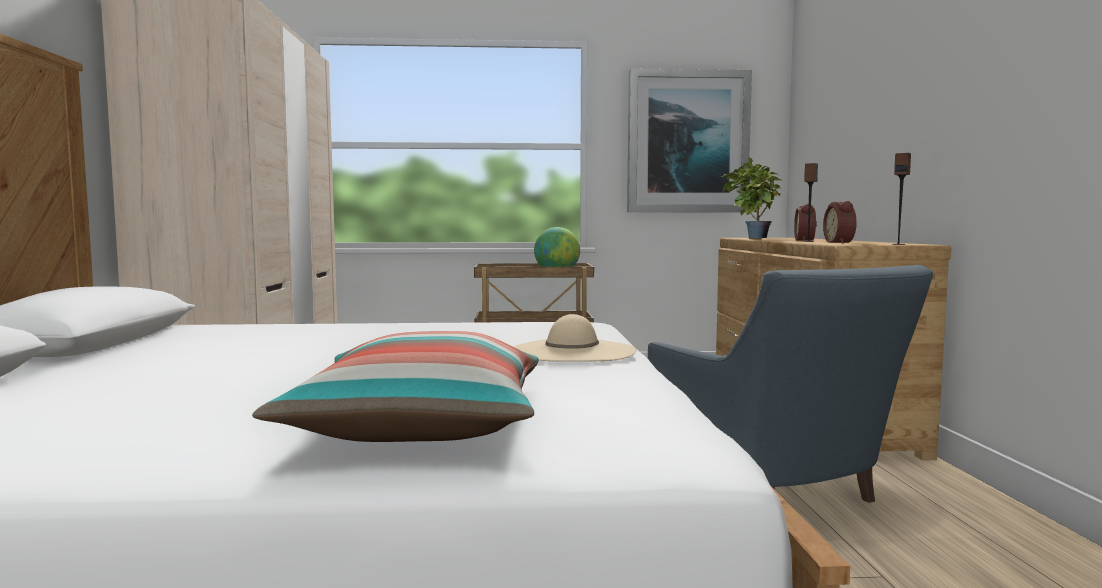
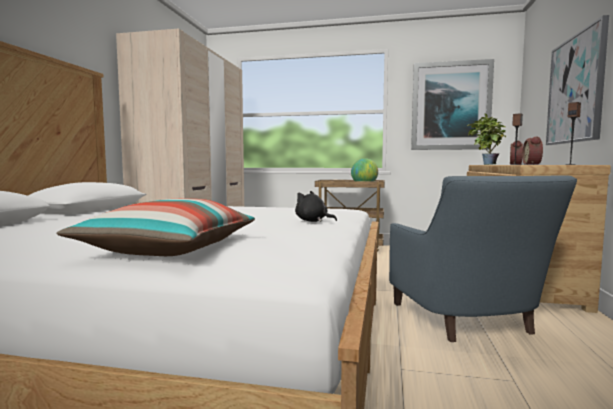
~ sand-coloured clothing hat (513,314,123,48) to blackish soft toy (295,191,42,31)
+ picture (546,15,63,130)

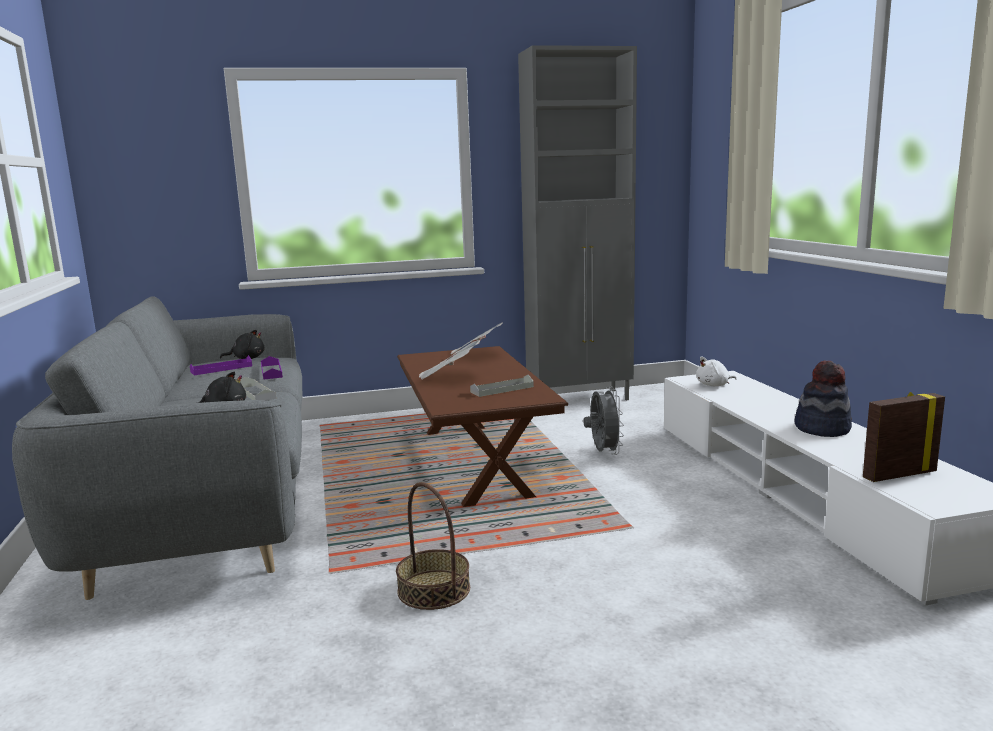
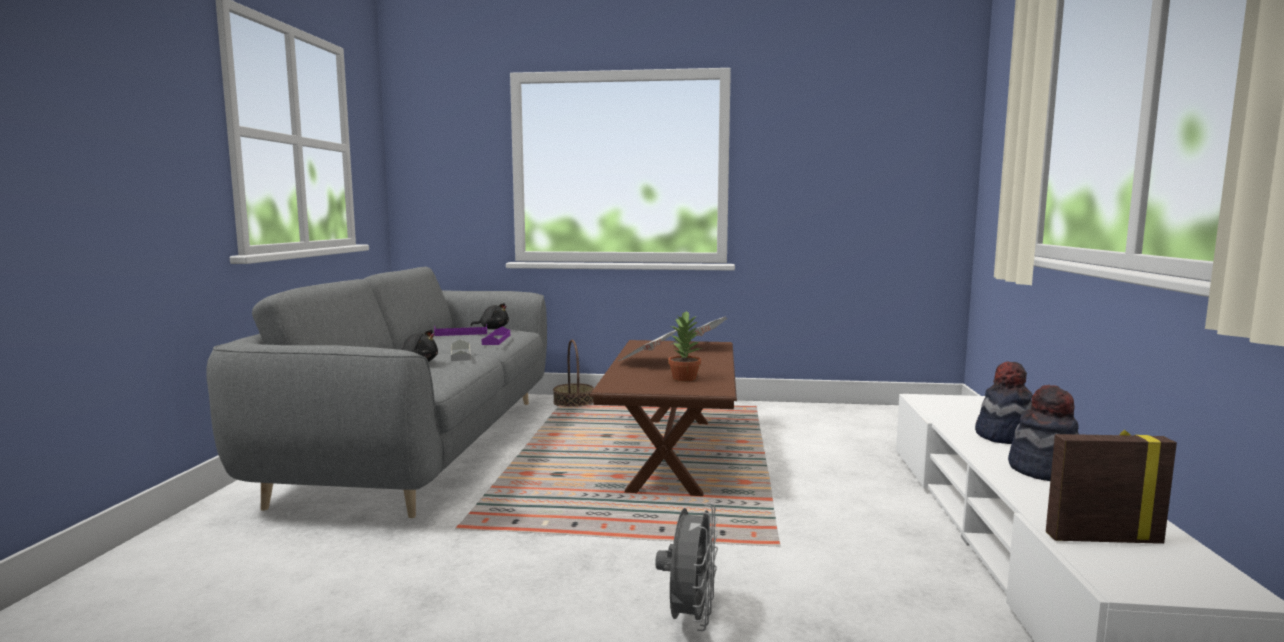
~ household basket (396,482,74,128) to (553,340,41,67)
~ grey carrying tray (470,375,64,22) to potted plant (668,310,34,71)
- grey cabinet (518,45,119,355)
~ grey fan (584,386,40,69) to (655,503,63,128)
- white soft toy (696,357,41,29)
+ clothing hat (975,362,58,82)

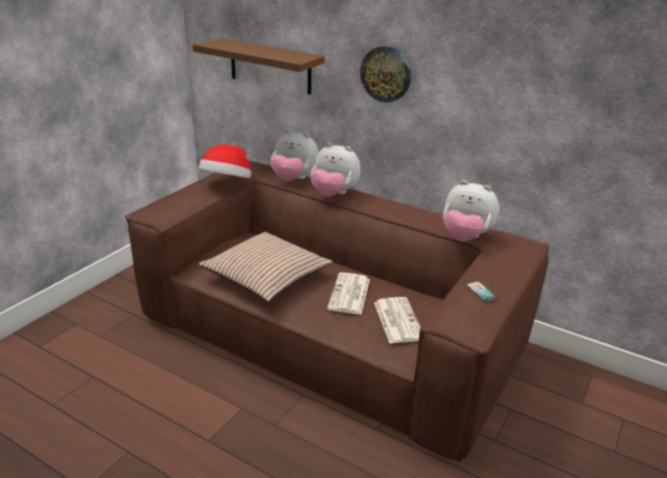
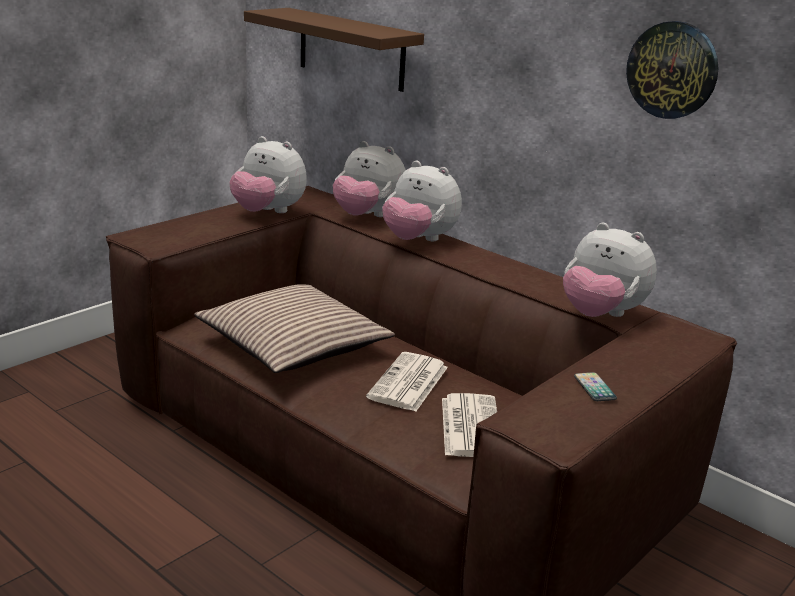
~ clothing hat (199,144,52,35) to soft toy (230,136,77,77)
~ hanging clock (360,46,51,57) to (626,21,92,98)

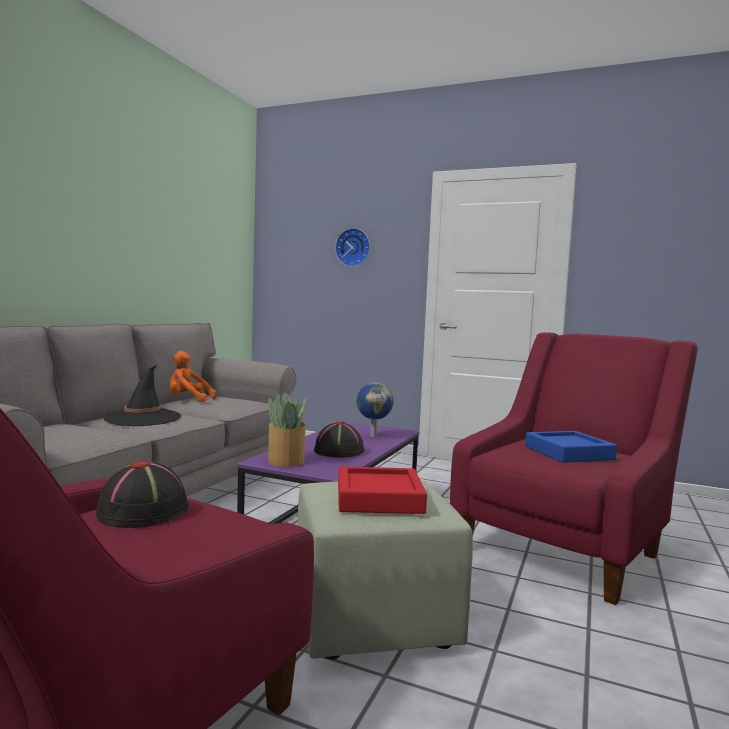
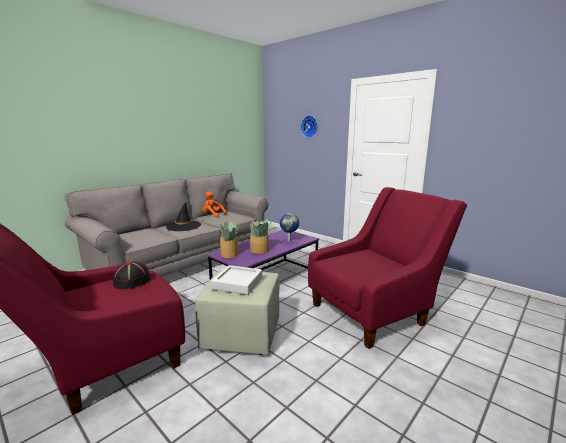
~ blackish clothing hat (313,421,51,37) to potted plant (249,219,23,35)
~ red carrying tray (338,467,89,47) to grey carrying tray (211,265,51,30)
- bluish carrying tray (525,431,92,32)

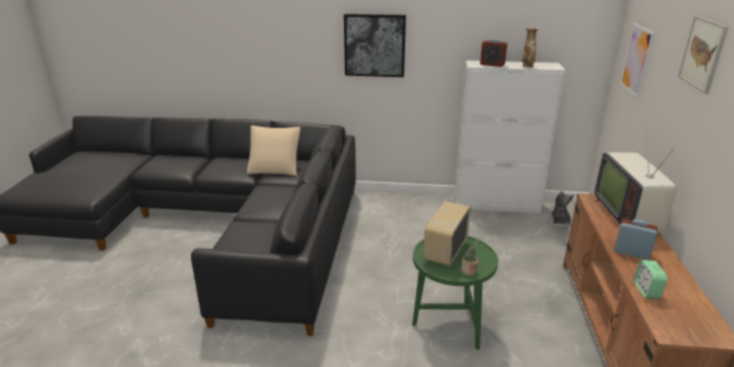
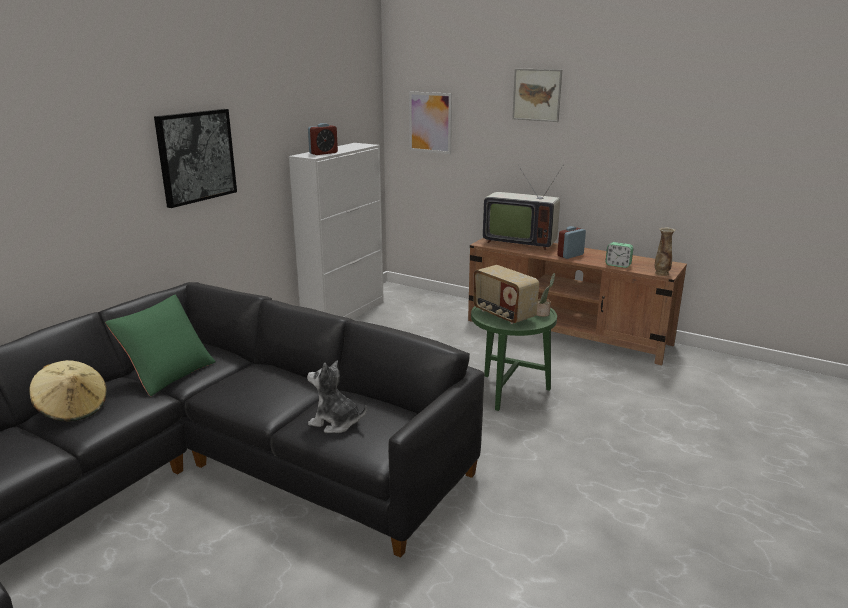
~ sand-coloured pillow (247,126,54,50) to green pillow (105,295,111,101)
~ vase (522,27,17,41) to (655,227,20,49)
~ soft toy (547,191,27,37) to (307,361,60,72)
+ sand-coloured clothing hat (29,360,78,62)

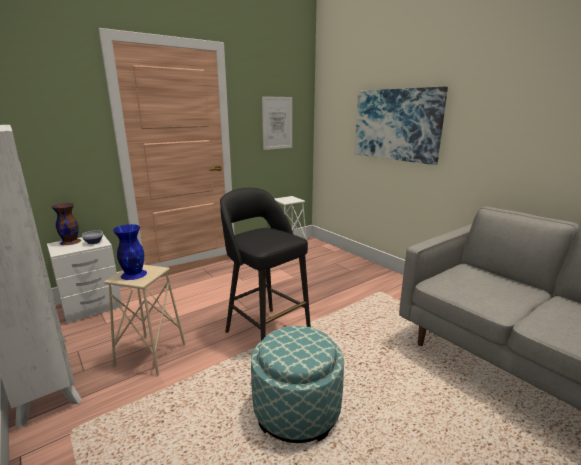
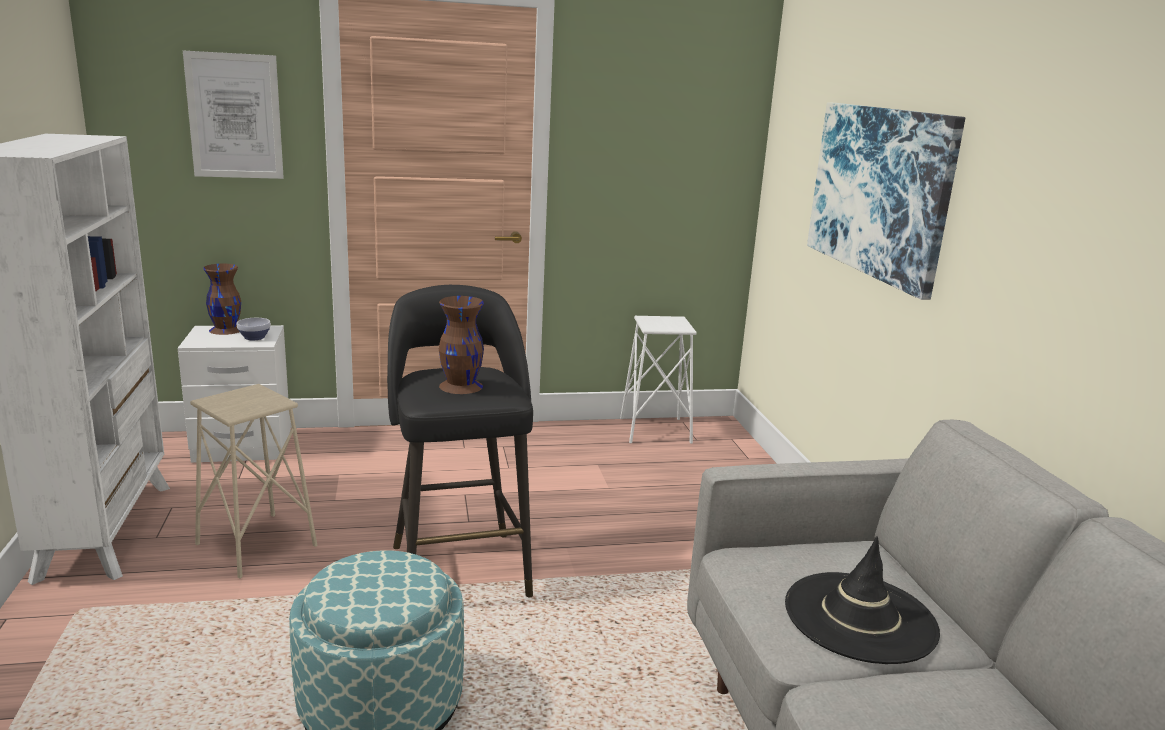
- bluish vase (113,224,34,56)
~ picture (262,96,30,54) to (183,51,101,128)
+ brownish vase (439,296,45,98)
+ blackish clothing hat (785,537,155,127)

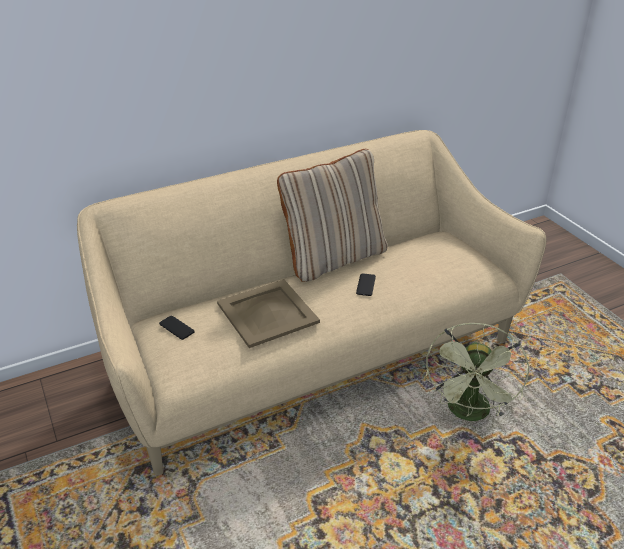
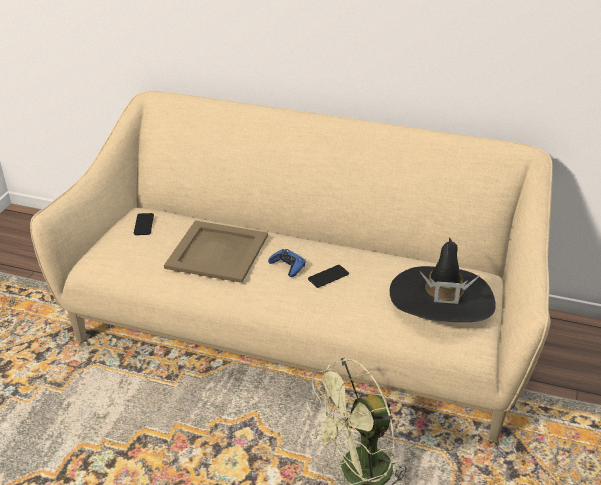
- sand-coloured pillow (277,149,110,133)
+ bluish game controller (268,249,37,28)
+ blackish clothing hat (390,238,106,84)

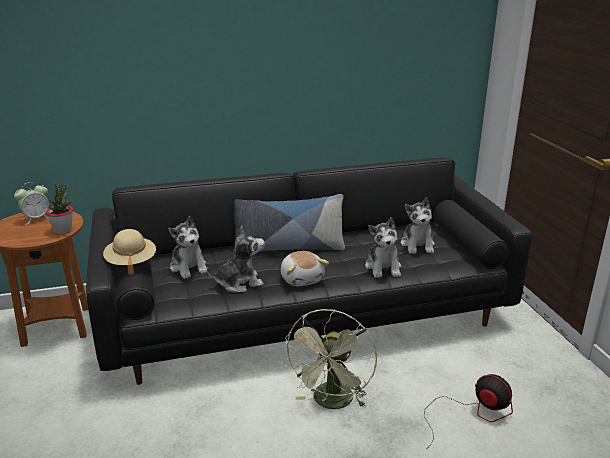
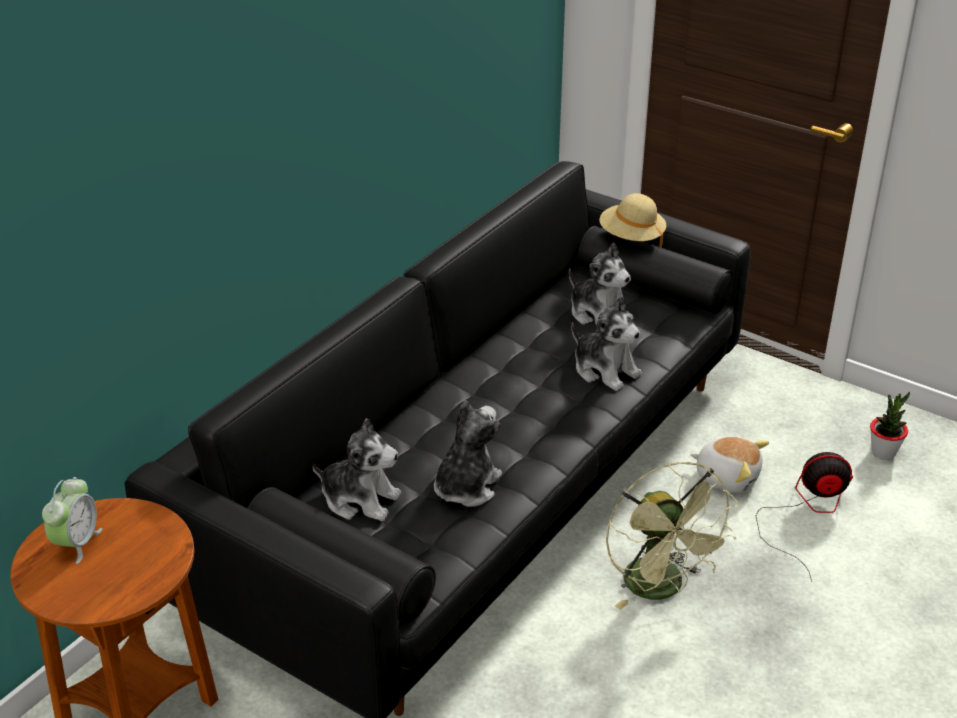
~ potted plant (45,184,28,50) to (870,392,40,68)
~ sand-coloured clothing hat (103,229,53,46) to (600,193,67,54)
- pillow (233,194,112,60)
~ soft toy (281,251,48,35) to (690,437,79,56)

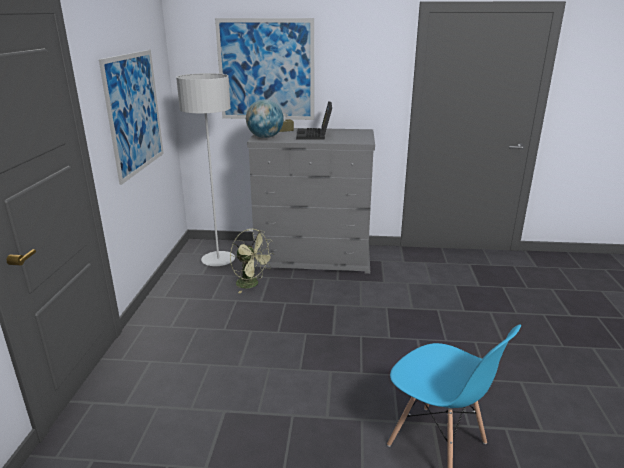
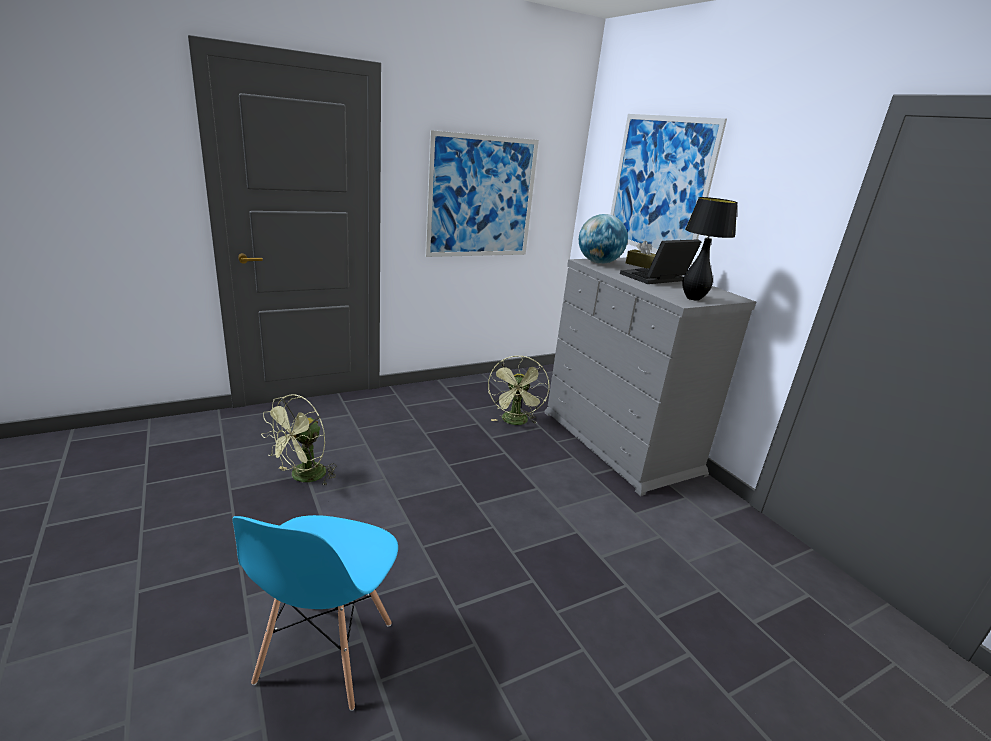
- grey standard lamp (176,73,59,193)
+ green fan (261,394,75,92)
+ blackish lamp for a table (682,197,56,104)

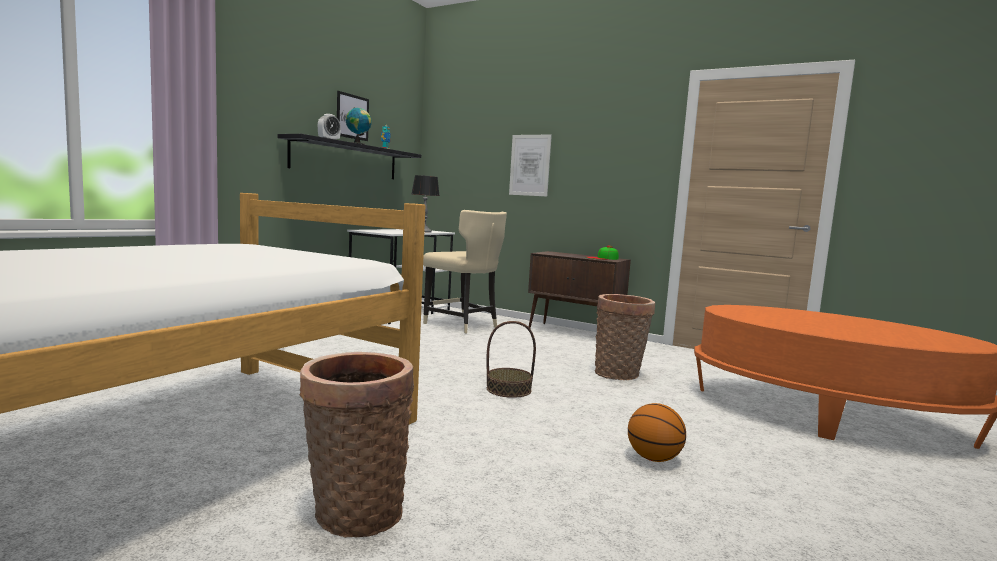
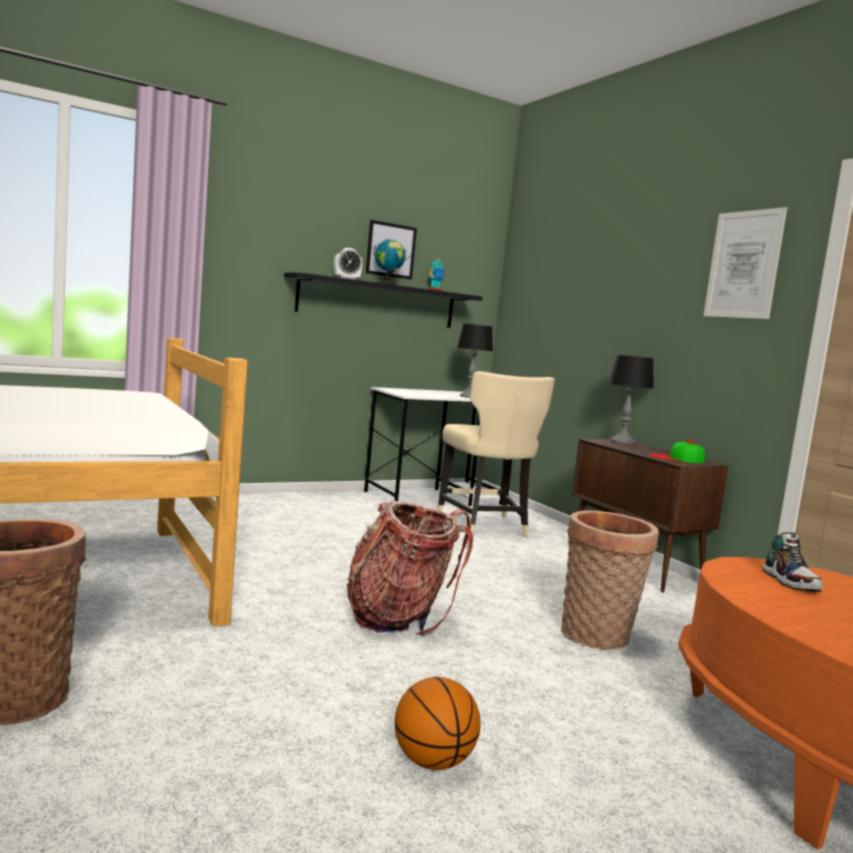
~ household basket (487,321,49,77) to knapsack (347,501,126,135)
~ picture (509,134,43,62) to (704,207,83,112)
+ lamp for a table (609,355,45,89)
+ shoe (763,532,60,60)

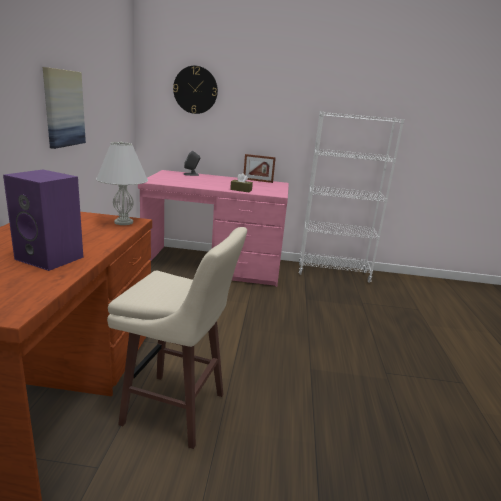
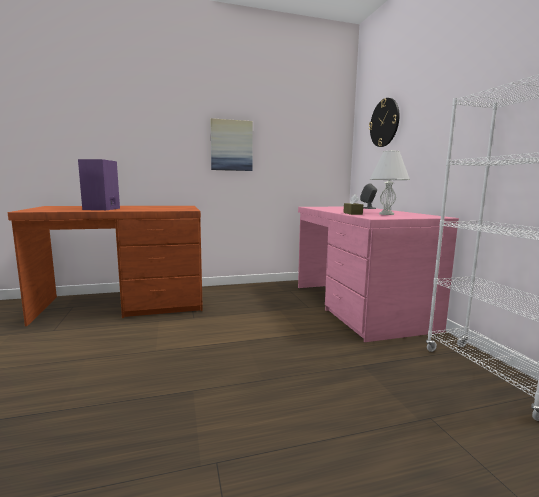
~ white lamp for a table (96,142,52,83) to (369,150,41,65)
- sand-coloured sitting stool (107,227,140,222)
- standing frame (244,154,32,29)

